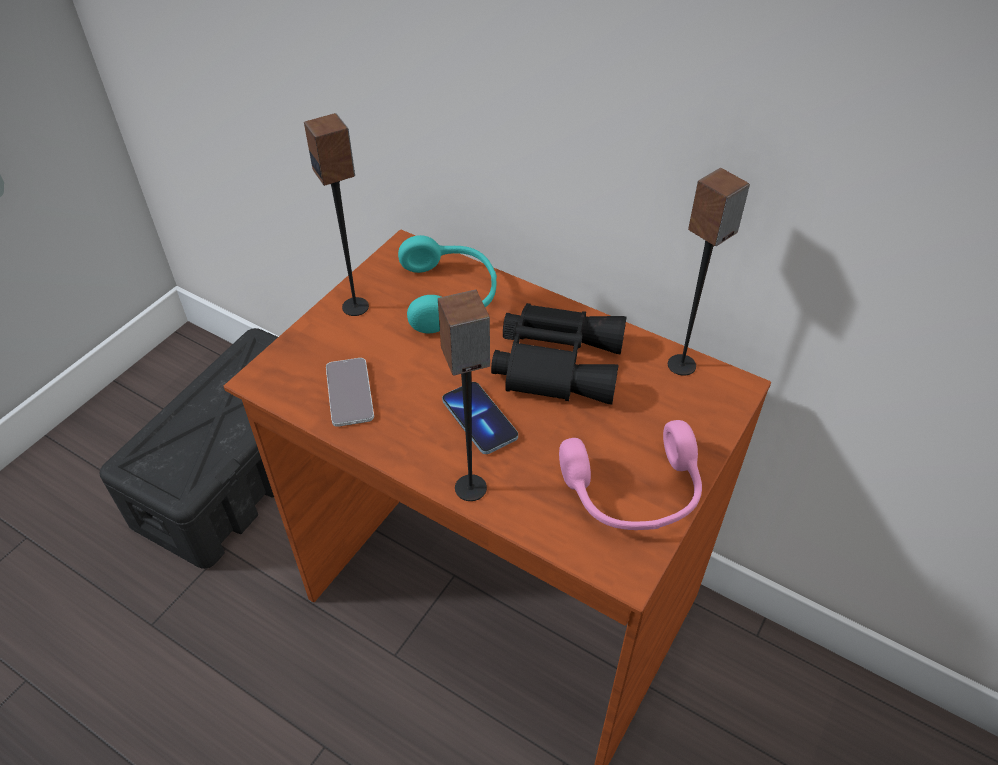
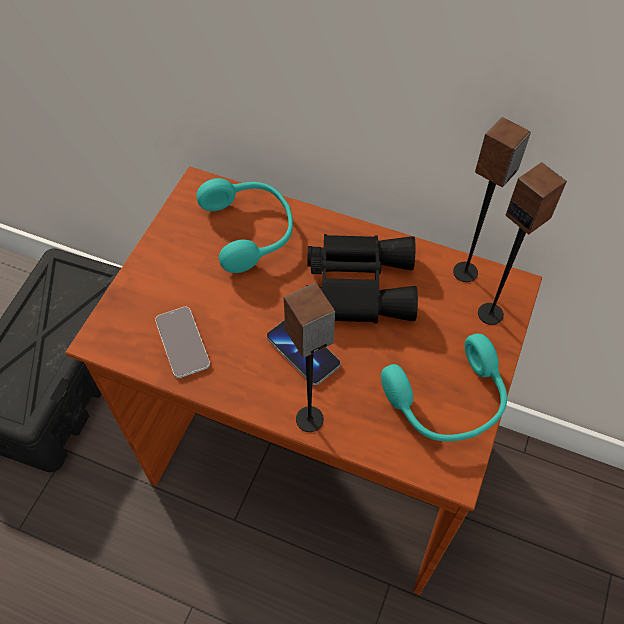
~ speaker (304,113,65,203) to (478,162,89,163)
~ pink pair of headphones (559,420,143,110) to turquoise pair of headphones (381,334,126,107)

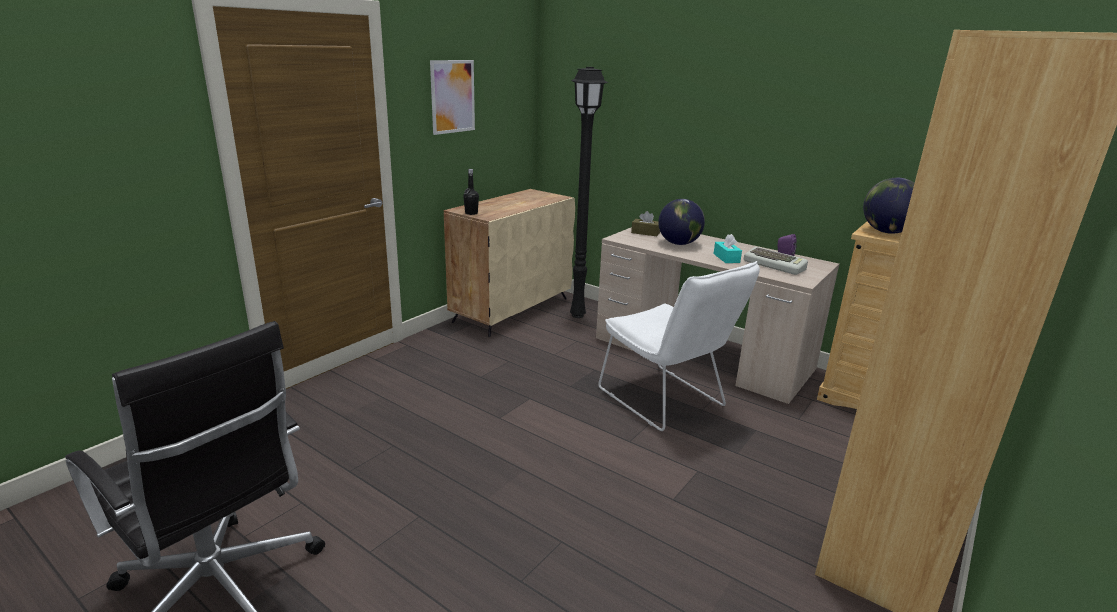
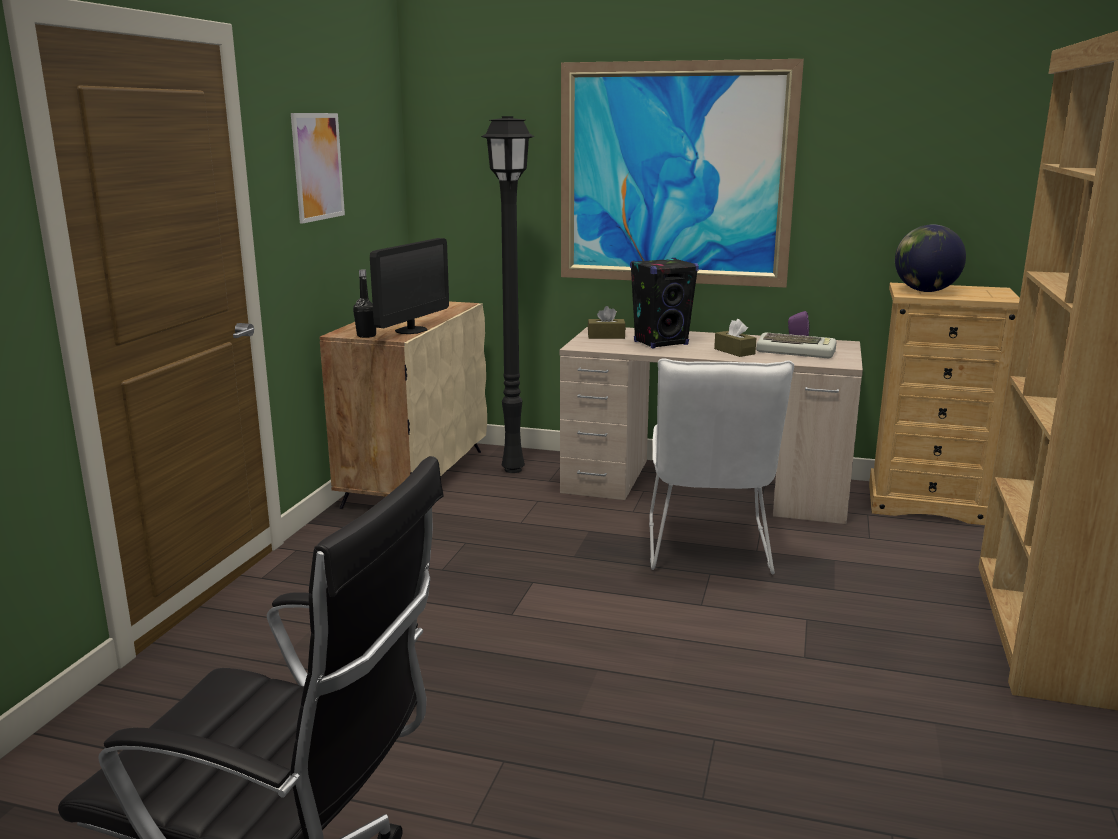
~ white chair (598,261,162,170) = (649,358,145,216) 60 degrees clockwise
~ desk globe (658,199,47,46) to blackish speaker (630,258,69,91)
~ turquoise tissue box (714,234,28,29) to brownish tissue box (714,319,42,38)
+ computer display (370,238,79,96)
+ picture (561,59,243,229)

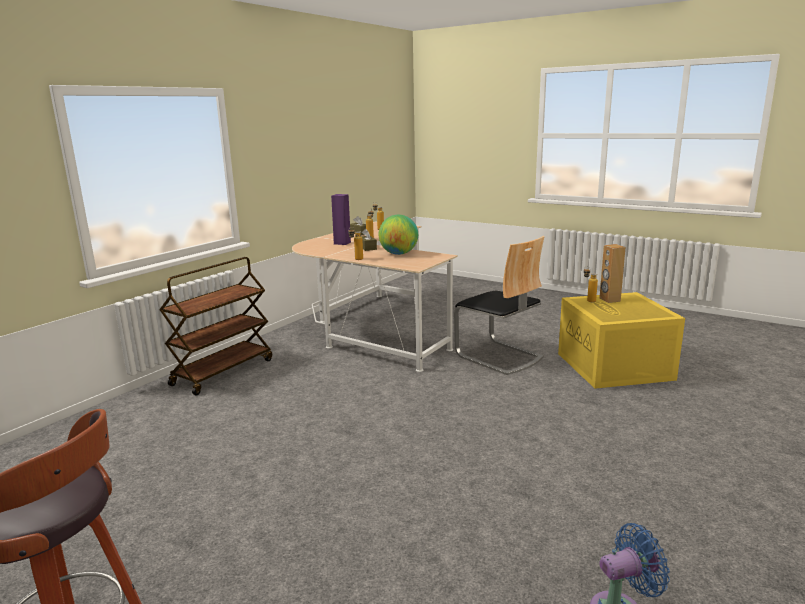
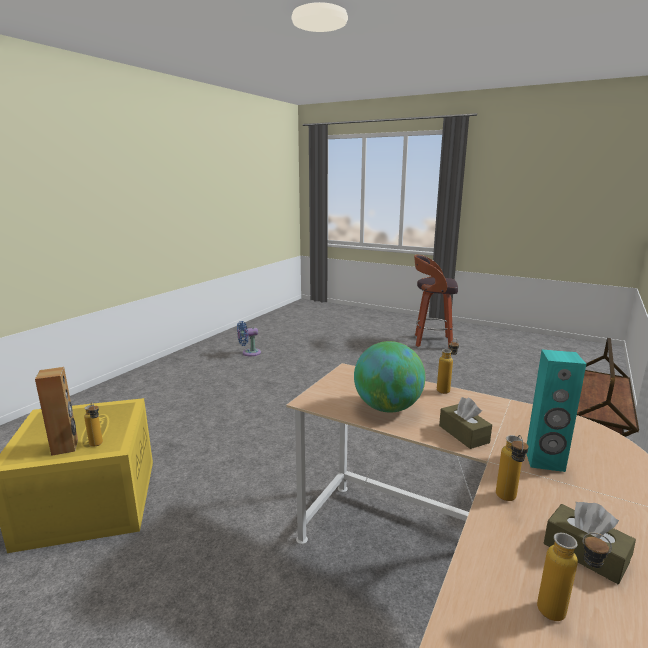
~ purple speaker (331,194,20,51) to turquoise speaker (526,350,60,122)
- chair (454,236,91,139)

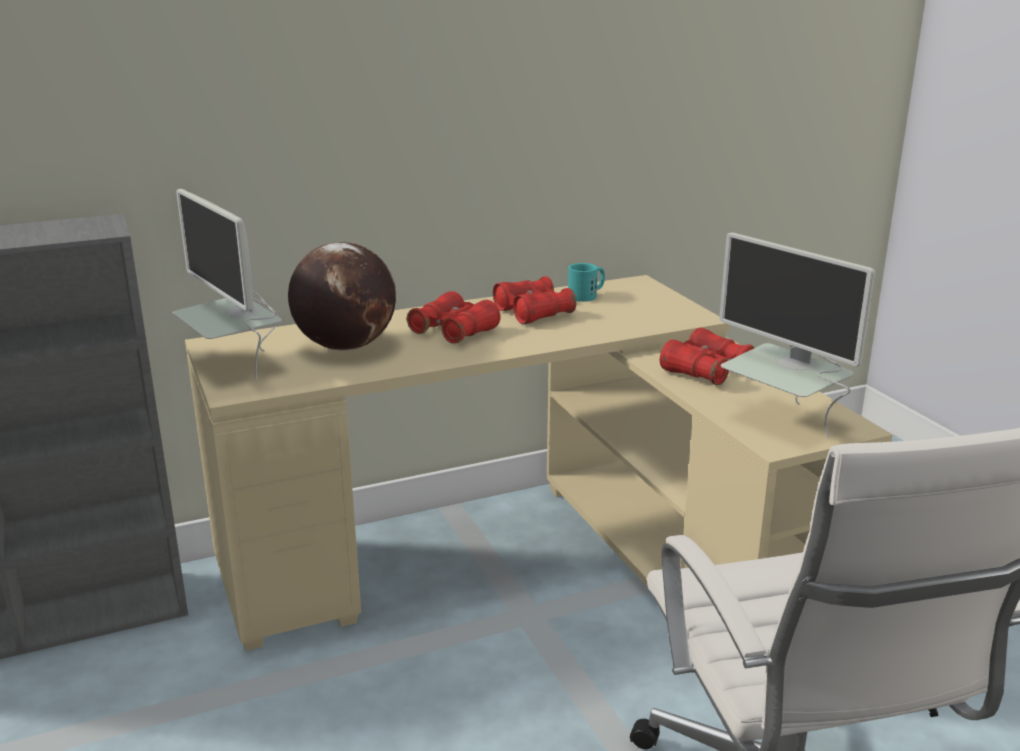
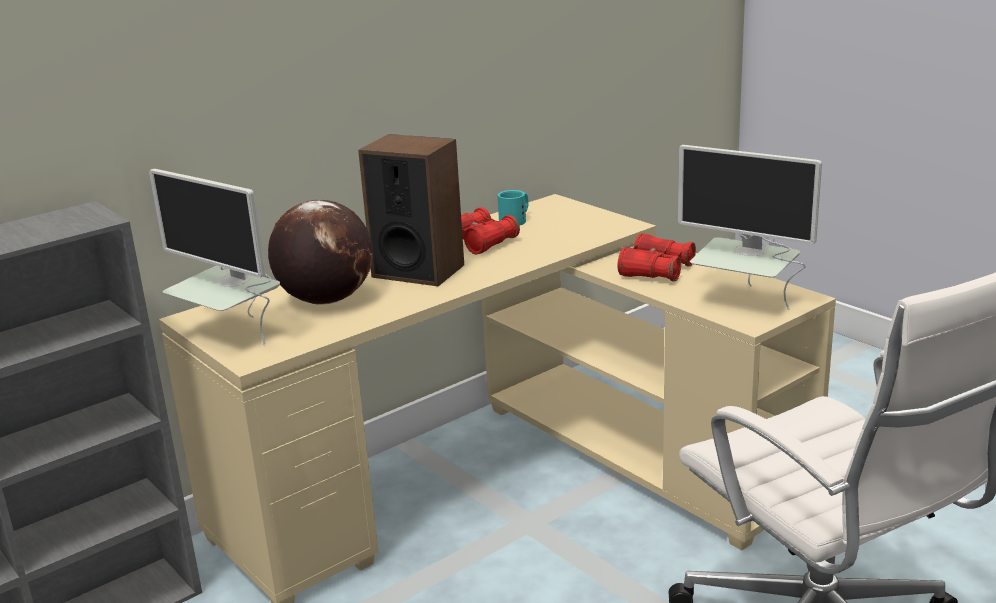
~ red binoculars (407,291,94,53) to speaker (358,134,106,152)

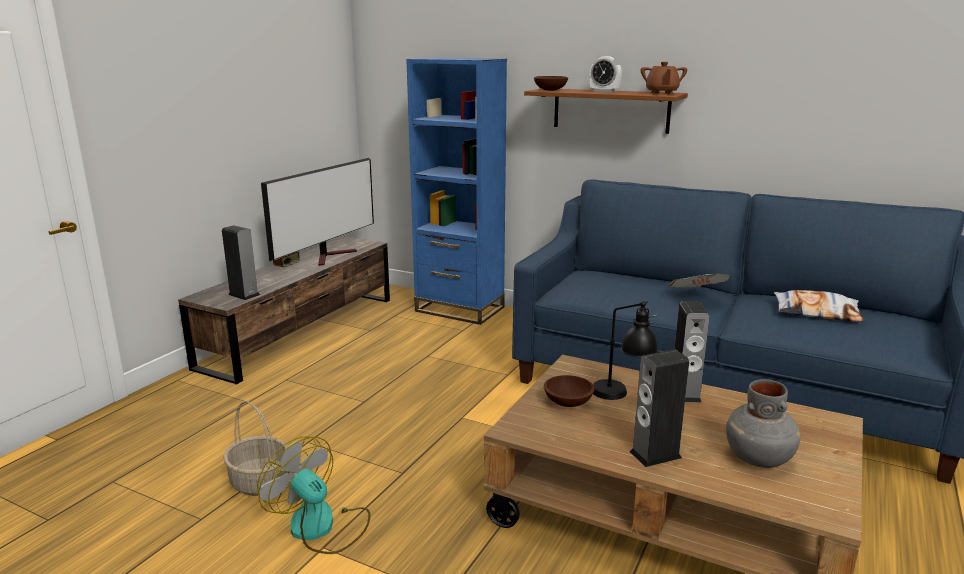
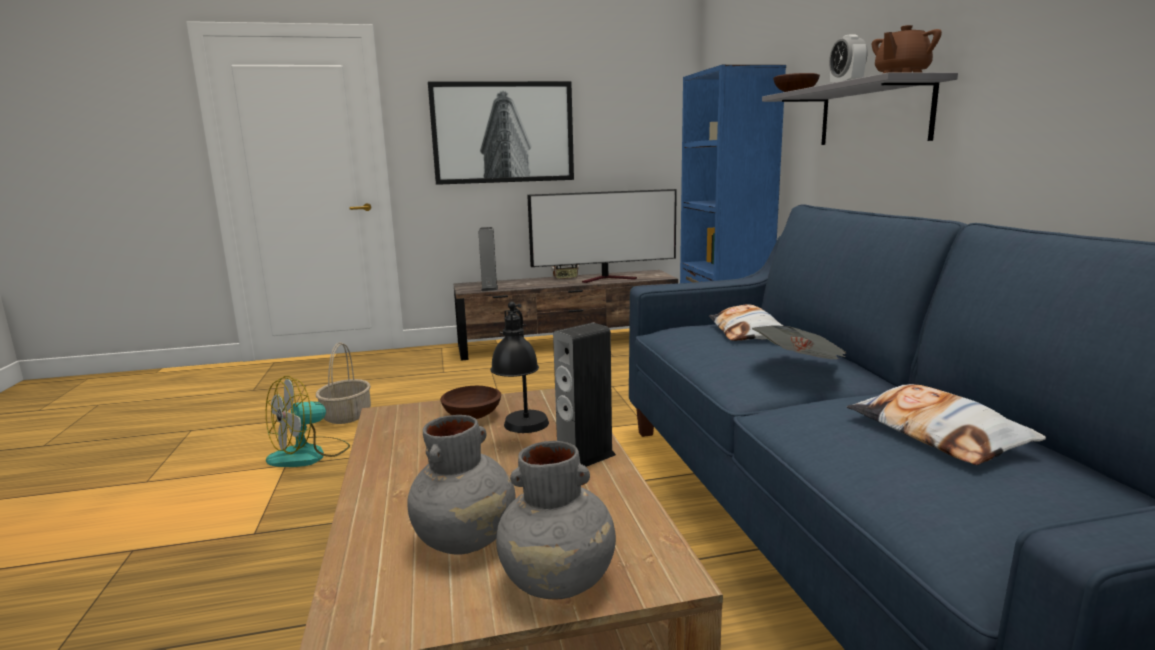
~ fan (257,436,114,118) = (266,376,84,91) 135 degrees counterclockwise
~ brownish shelf (524,89,164,45) to grey shelf (762,73,196,72)
- speaker (630,350,59,117)
+ picture (428,81,146,104)
+ grey vase (496,441,120,158)
+ pillow (709,304,74,37)

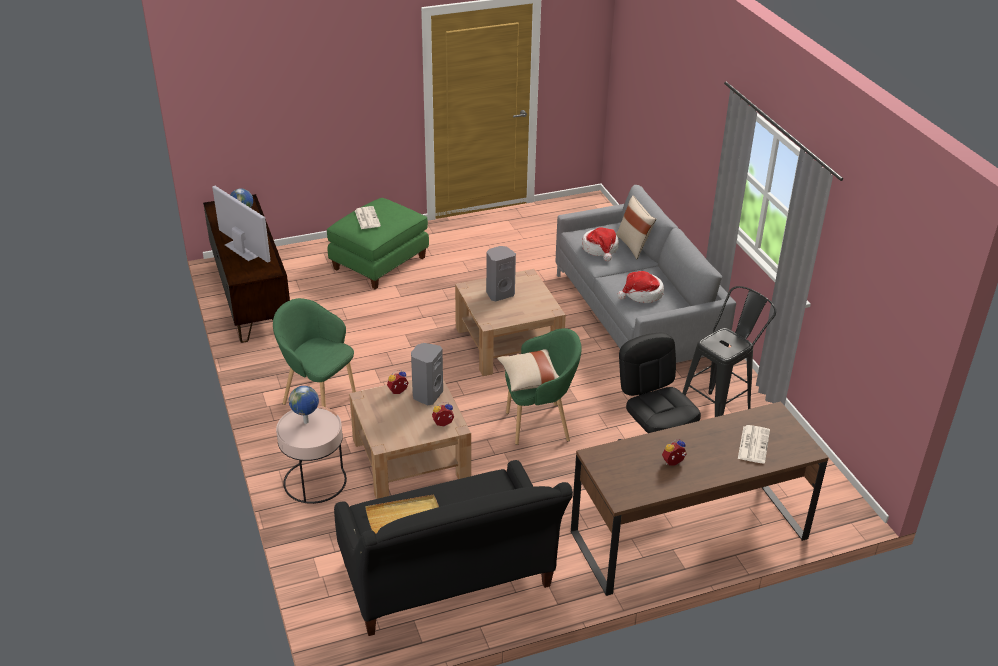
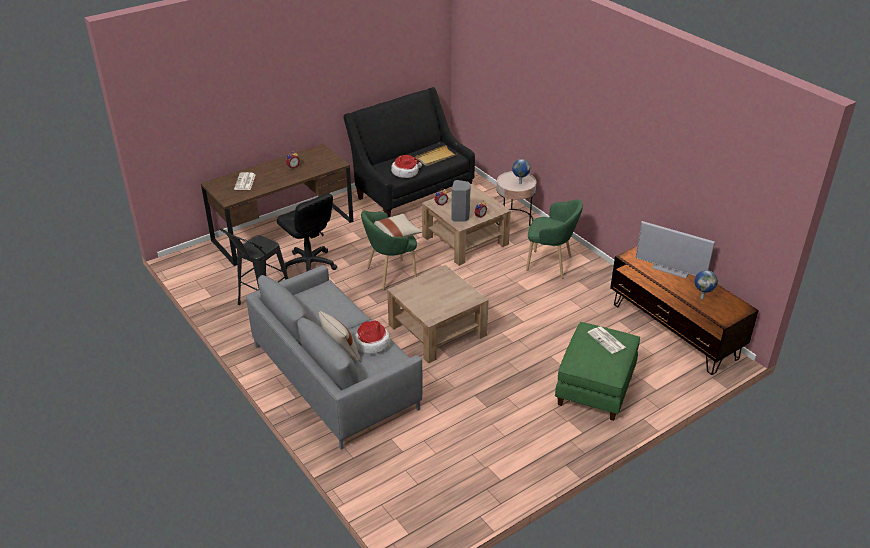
- grey speaker (486,246,30,55)
~ clothing hat (618,271,46,32) to (391,155,31,23)

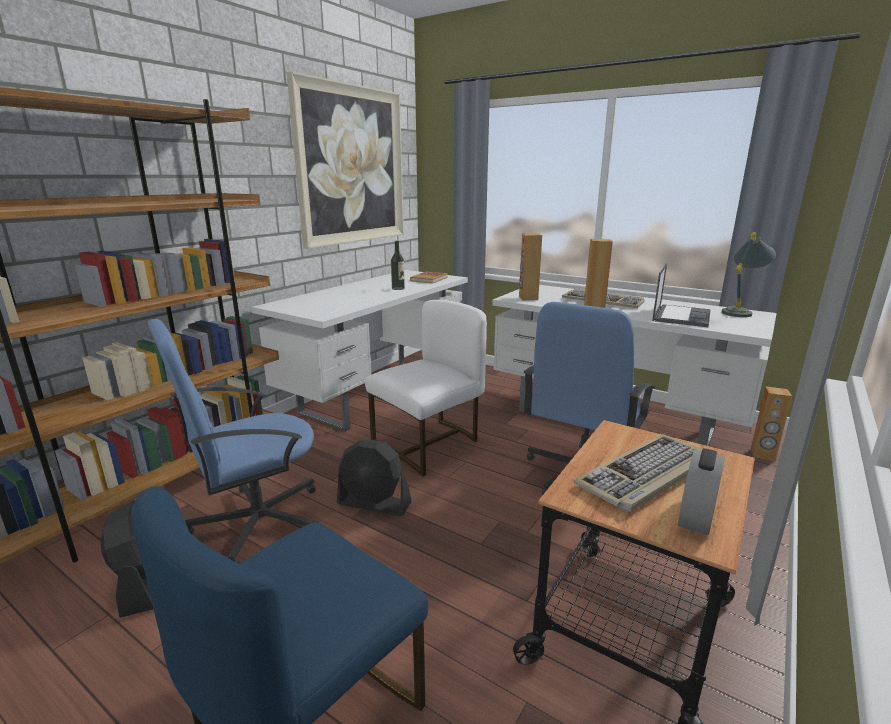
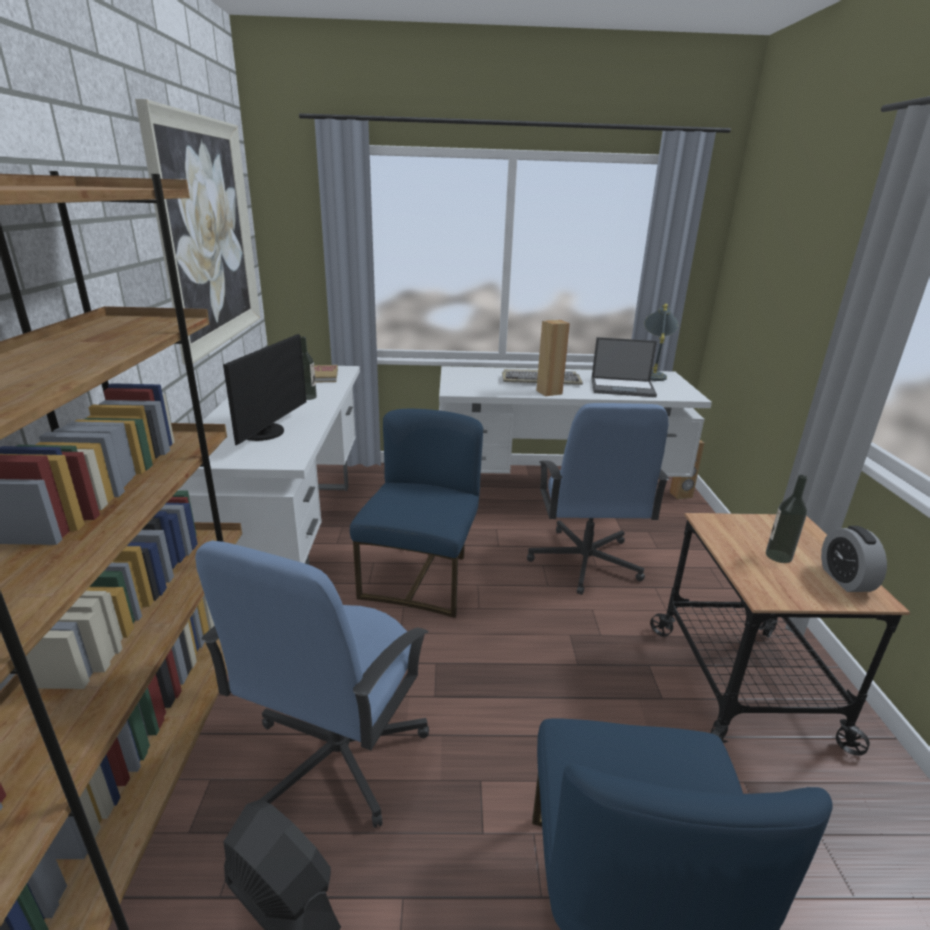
- blackish fan (337,439,75,77)
~ white chair (365,300,122,176) to bluish chair (350,409,133,209)
- brownish speaker (519,233,23,67)
~ computer keyboard (574,434,128,79) to drink bottle (766,475,42,88)
~ portable computer (652,263,59,64) = (591,337,66,60) 105 degrees clockwise
+ computer display (223,334,83,111)

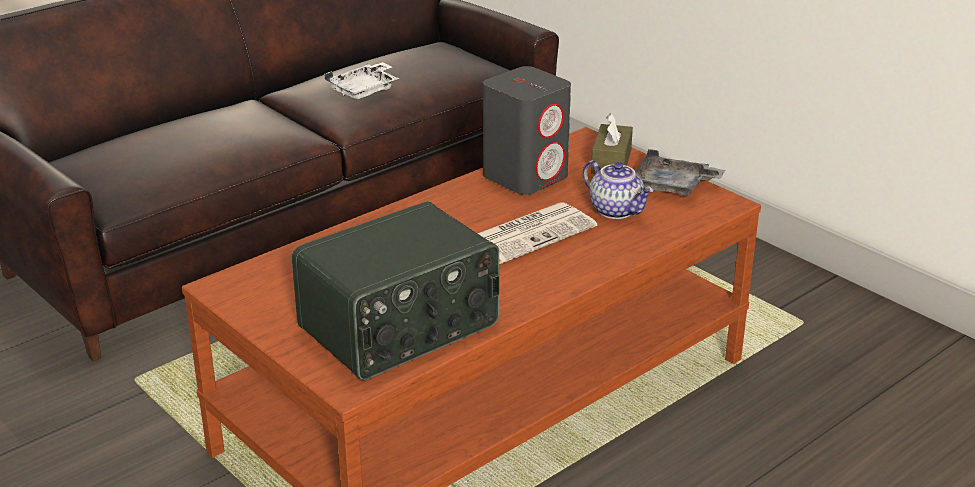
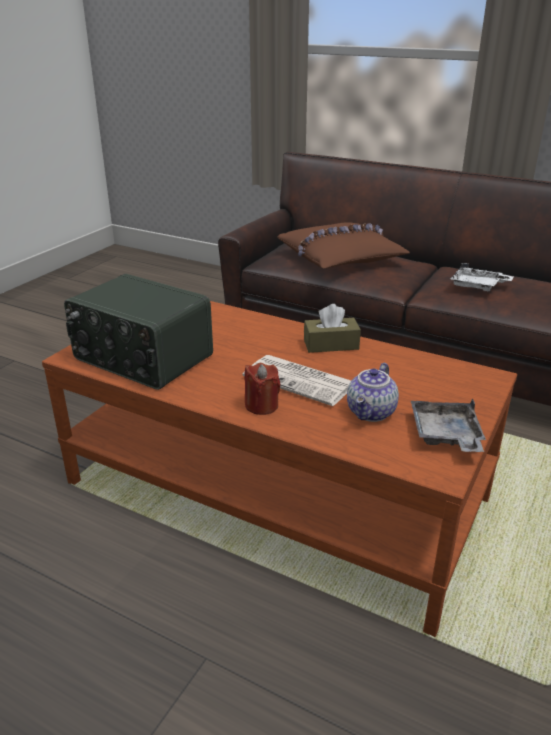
- grey speaker (483,66,88,129)
~ brownish tissue box (591,113,42,61) to (304,304,57,49)
+ red candle (245,363,36,52)
+ brownish pillow (277,222,133,47)

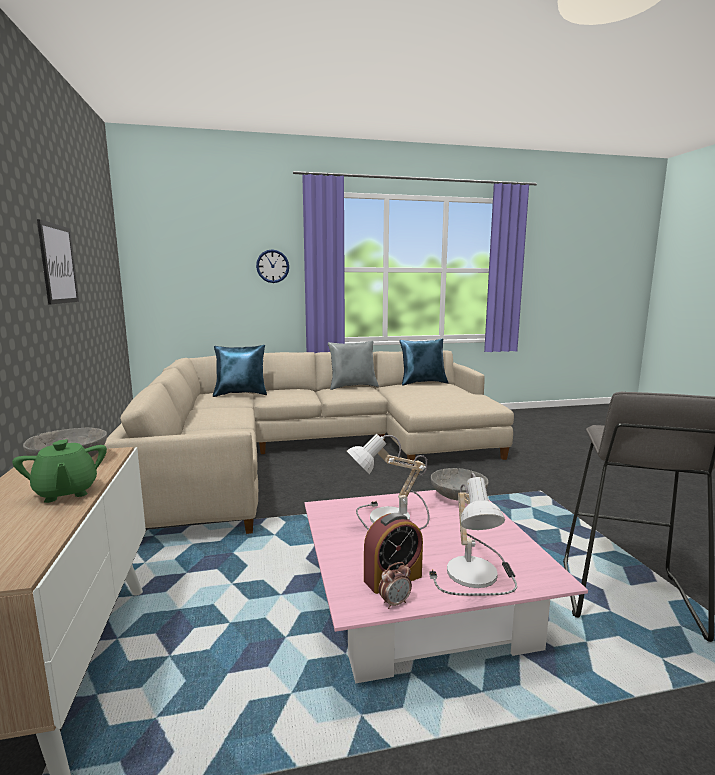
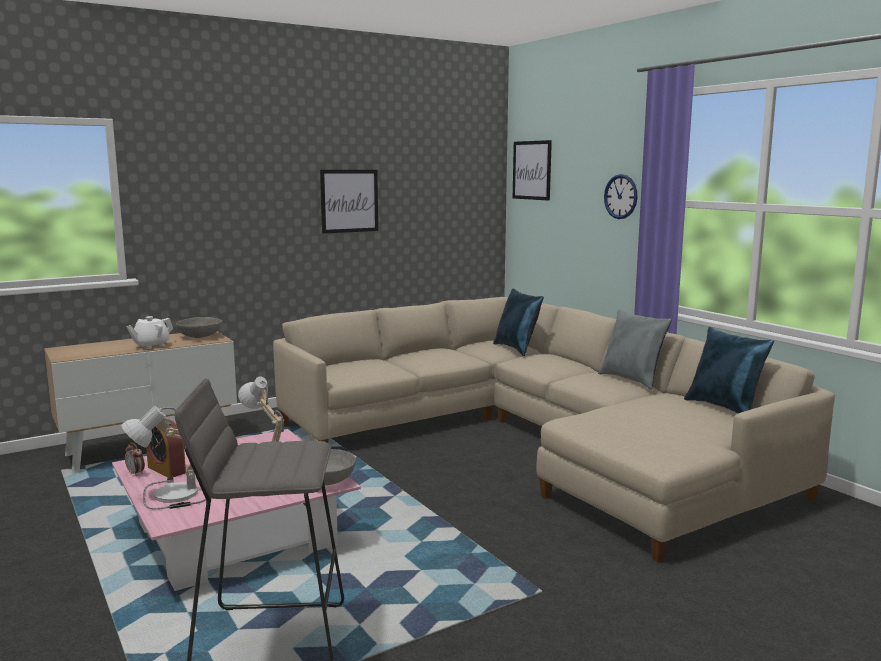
~ green pot for tea (12,439,95,64) to white pot for tea (126,316,47,33)
+ picture (513,140,39,61)

